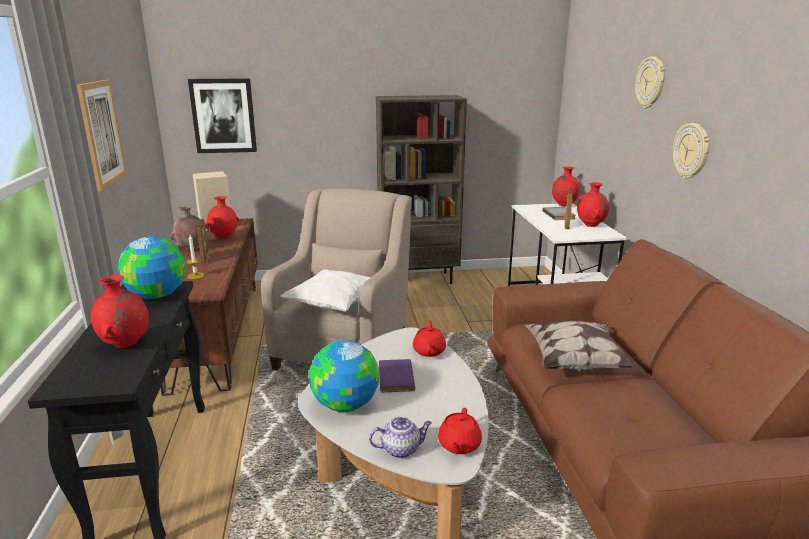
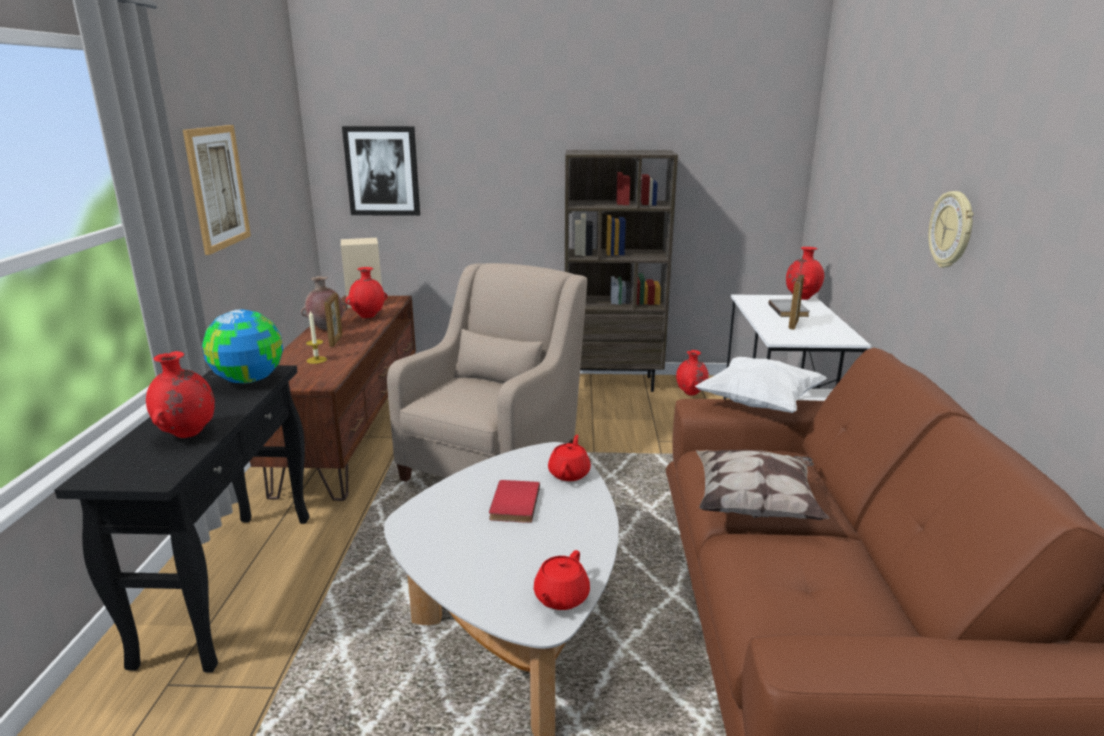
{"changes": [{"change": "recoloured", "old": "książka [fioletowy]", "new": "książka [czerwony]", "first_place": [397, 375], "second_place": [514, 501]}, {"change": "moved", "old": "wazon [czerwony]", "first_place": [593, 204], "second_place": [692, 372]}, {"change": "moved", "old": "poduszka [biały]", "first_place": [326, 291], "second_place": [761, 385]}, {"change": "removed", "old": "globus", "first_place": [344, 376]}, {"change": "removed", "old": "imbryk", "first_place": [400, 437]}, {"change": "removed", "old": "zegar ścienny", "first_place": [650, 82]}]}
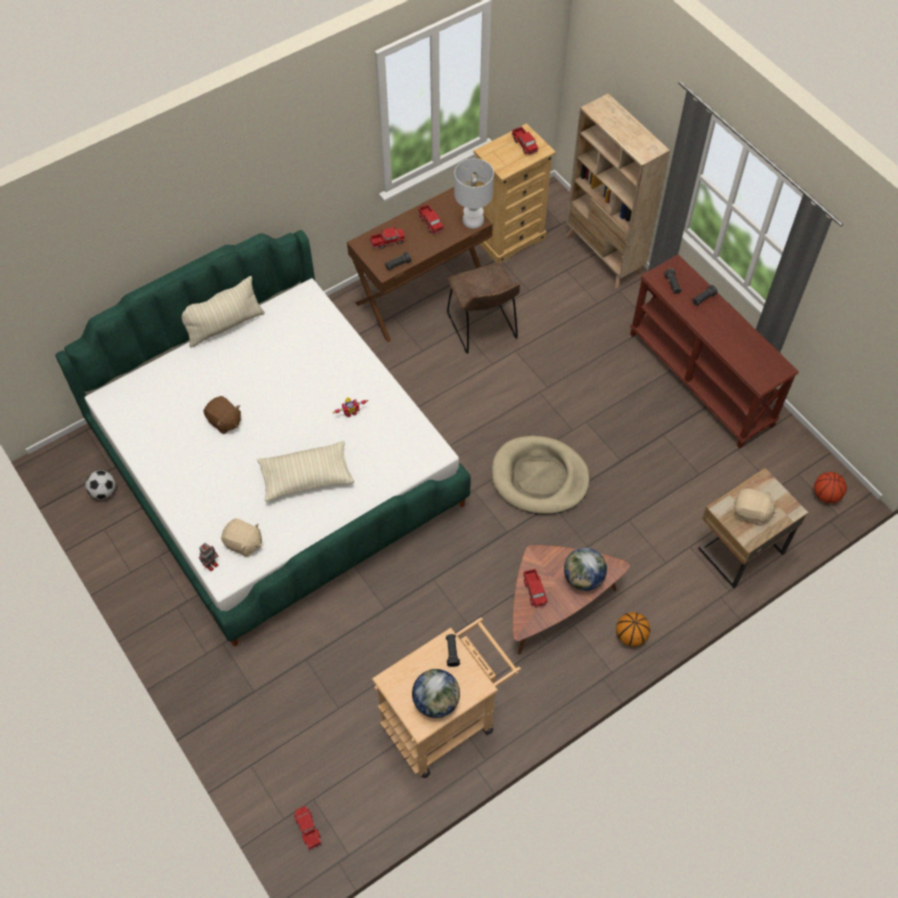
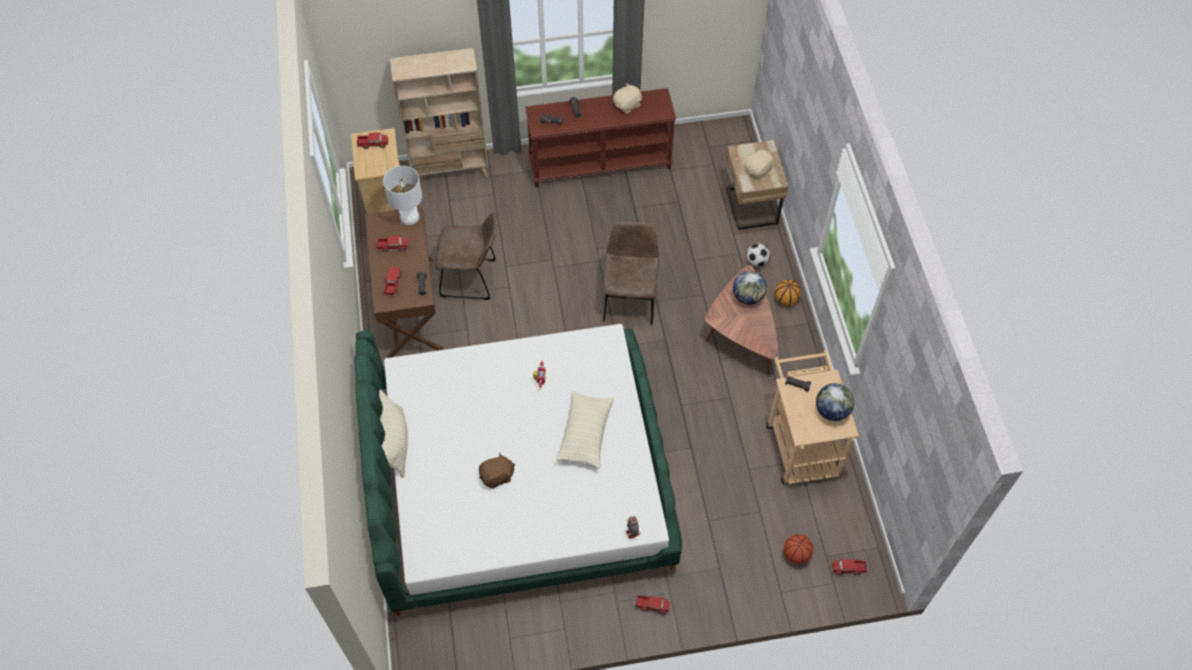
{"changes": [{"change": "replaced", "old": "legowisko [beżowy]", "new": "krzesło [brązowy]", "first_place": [541, 475], "second_place": [631, 273]}, {"change": "moved", "old": "pluszak [beżowy]", "first_place": [241, 538], "second_place": [627, 98]}, {"change": "moved", "old": "ciężarówka zabawkowa", "first_place": [535, 588], "second_place": [652, 604]}, {"change": "moved", "old": "piłka futbolowa", "first_place": [100, 484], "second_place": [758, 255]}, {"change": "moved", "old": "piłka do koszykówki", "first_place": [830, 487], "second_place": [798, 549]}]}
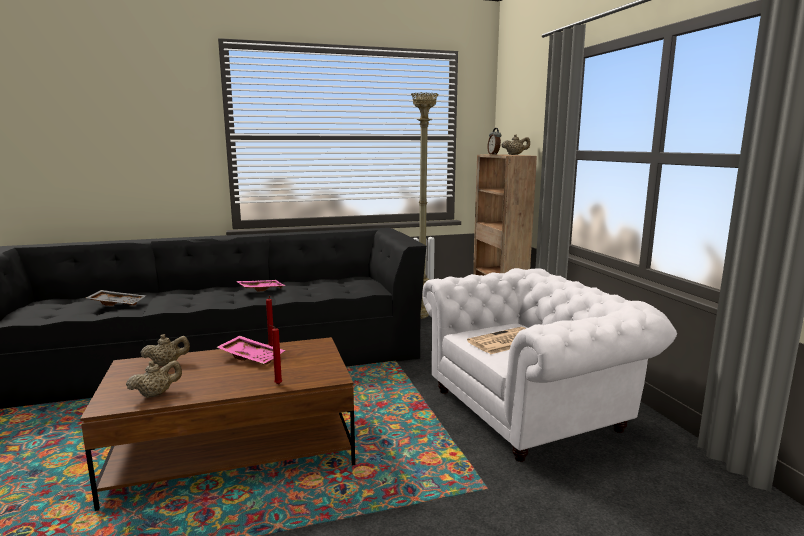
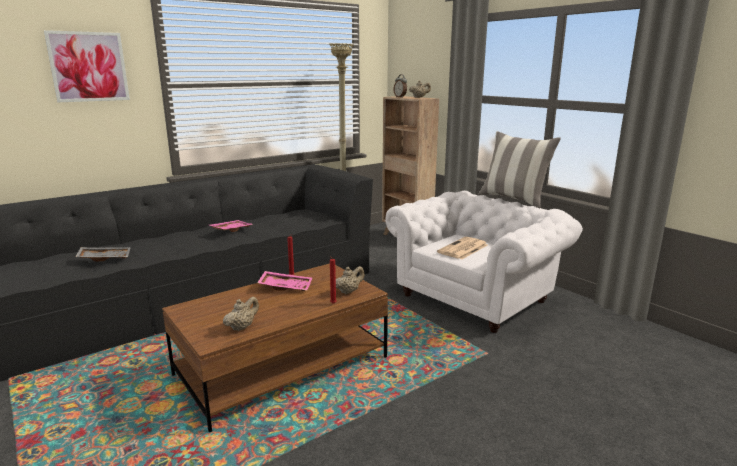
{"changes": [{"change": "added", "new": "obraz", "second_place": [87, 66]}, {"change": "moved", "old": "imbryk [beżowy]", "first_place": [165, 350], "second_place": [350, 280]}, {"change": "added", "new": "poduszka", "second_place": [520, 169]}]}
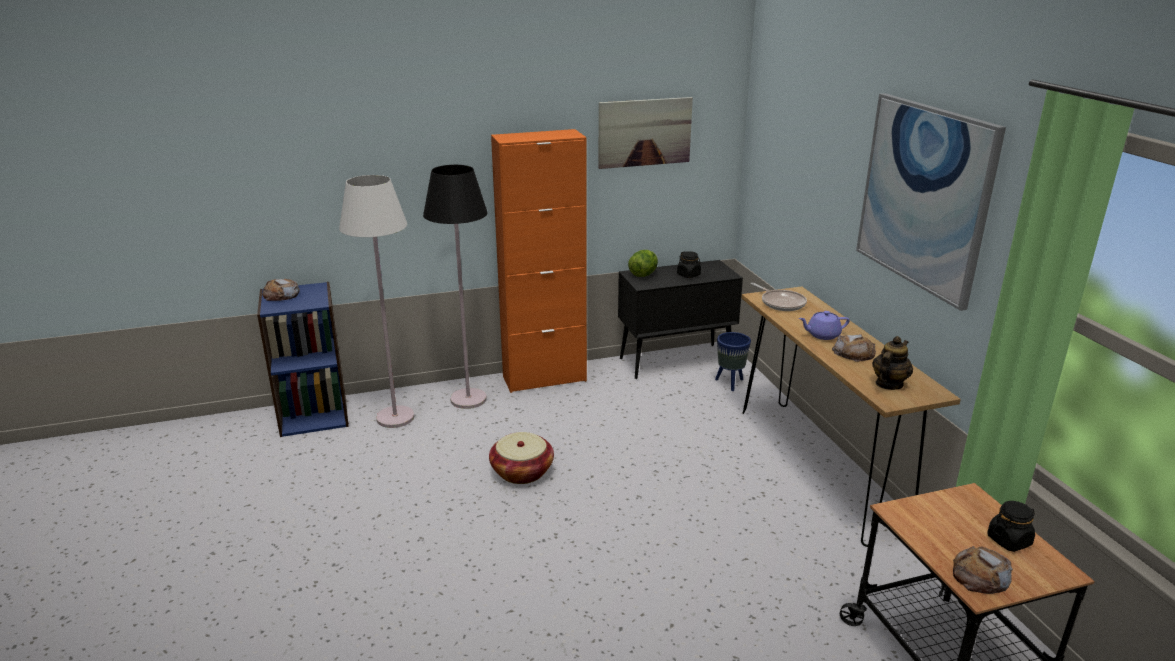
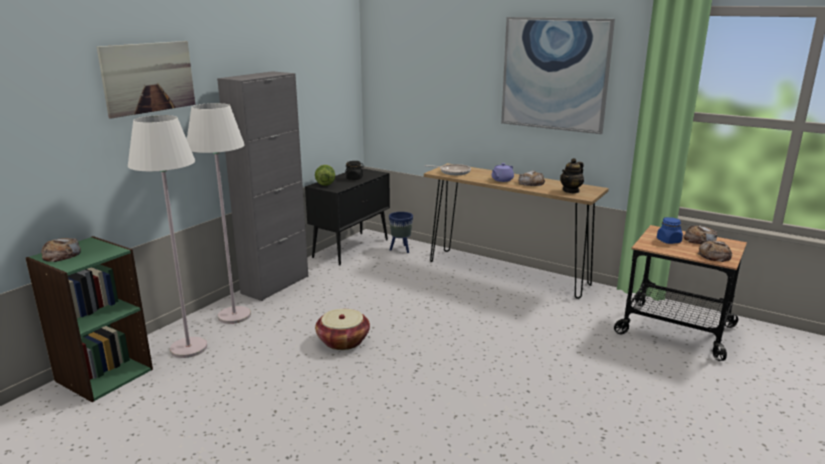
{"changes": [{"change": "recoloured", "old": "regał [niebieski]", "new": "regał [zielony]", "first_place": [303, 359], "second_place": [89, 319]}, {"change": "moved", "old": "obraz", "first_place": [645, 133], "second_place": [146, 79]}, {"change": "recoloured", "old": "lampa stojąca [czarny]", "new": "lampa stojąca [biały]", "first_place": [455, 287], "second_place": [219, 213]}, {"change": "recoloured", "old": "szafka [pomarańczowy]", "new": "szafka [szary]", "first_place": [539, 261], "second_place": [262, 186]}, {"change": "turned", "old": "imbryk", "first_place": [892, 363], "second_place": [572, 176], "degrees": -135}, {"change": "added", "new": "słoik [niebieski]", "second_place": [670, 230]}, {"change": "replaced", "old": "słoik [czarny]", "new": "chleb", "first_place": [1011, 526], "second_place": [700, 235]}]}
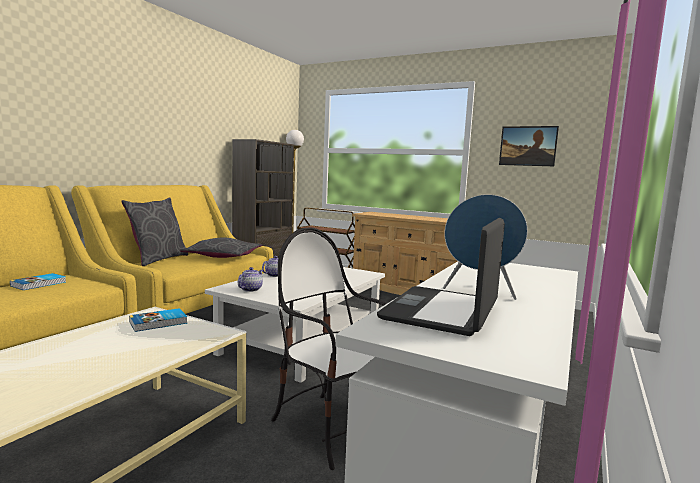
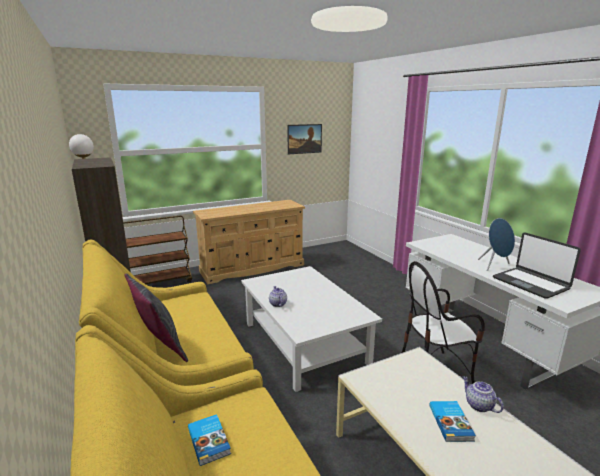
{"changes": [{"change": "moved", "old": "książka", "first_place": [158, 320], "second_place": [453, 421]}, {"change": "moved", "old": "imbryk", "first_place": [250, 279], "second_place": [483, 394]}, {"change": "removed", "old": "poduszka [szary]", "first_place": [221, 247]}]}
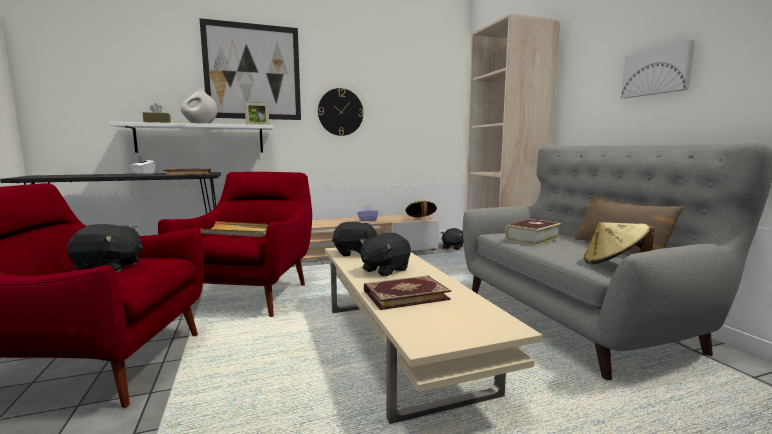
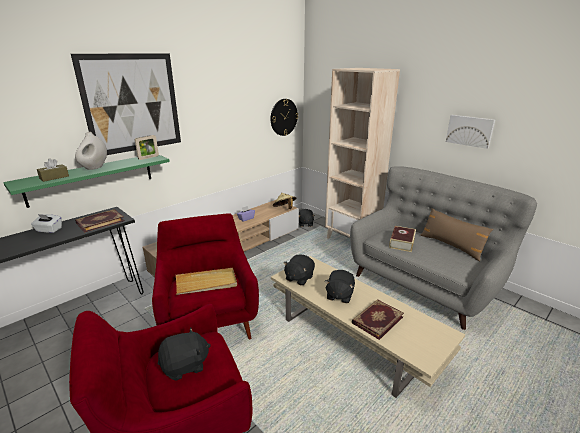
{"changes": [{"change": "recoloured", "old": "półka [biały]", "new": "półka [zielony]", "first_place": [191, 137], "second_place": [86, 181]}, {"change": "moved", "old": "zegar ścienny", "first_place": [340, 112], "second_place": [284, 117]}, {"change": "turned", "old": "pluszak [czarny]", "first_place": [354, 239], "second_place": [299, 270], "degrees": 150}, {"change": "removed", "old": "kapelusz [beżowy]", "first_place": [619, 243]}]}
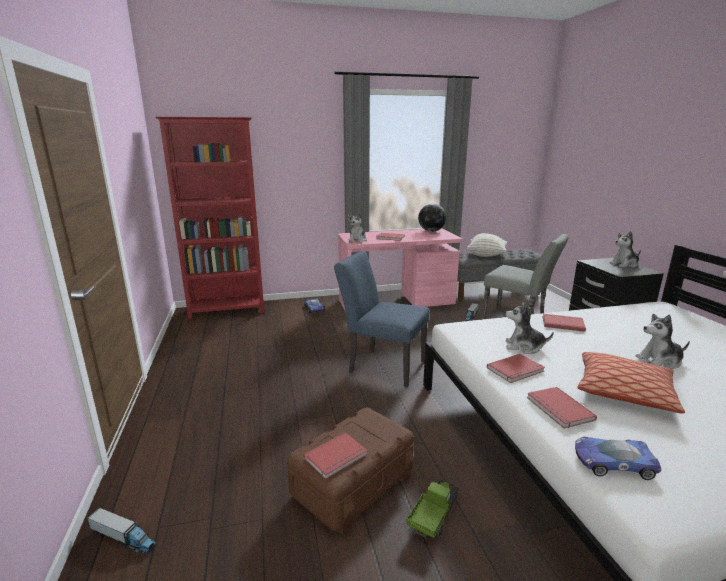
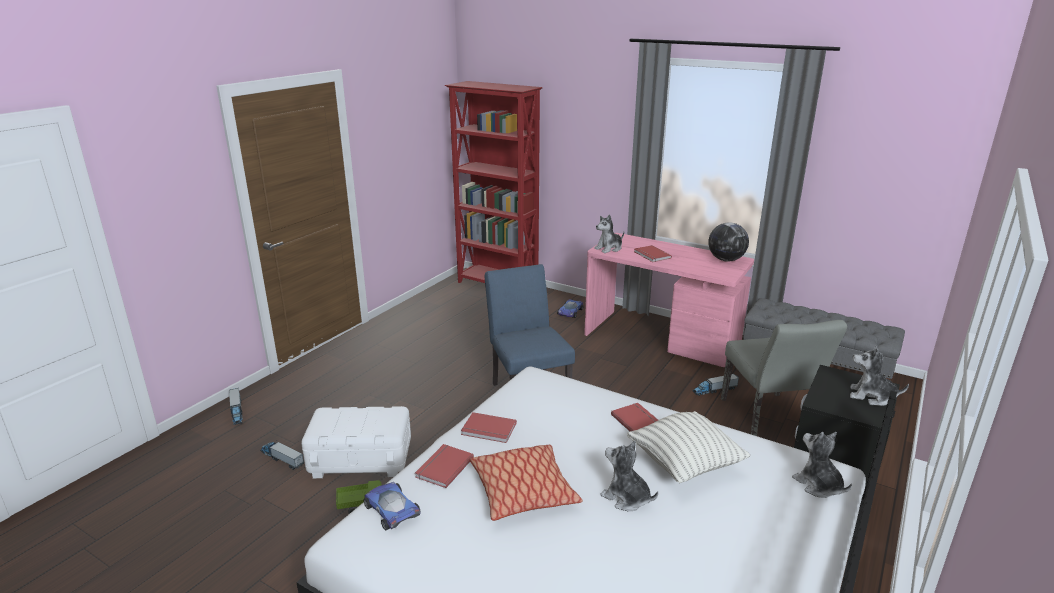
{"changes": [{"change": "added", "new": "ciężarówka zabawkowa", "second_place": [282, 455]}, {"change": "recoloured", "old": "pojemnik do przechowywania [brązowy]", "new": "pojemnik do przechowywania [biały]", "first_place": [350, 471], "second_place": [356, 442]}, {"change": "moved", "old": "poduszka", "first_place": [487, 245], "second_place": [689, 447]}, {"change": "moved", "old": "pluszak", "first_place": [529, 328], "second_place": [822, 465]}, {"change": "removed", "old": "książka [czerwony]", "first_place": [336, 456]}]}
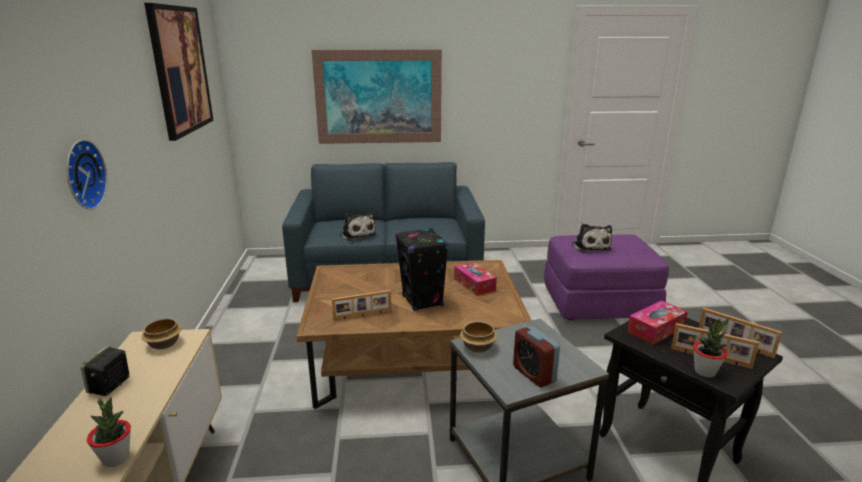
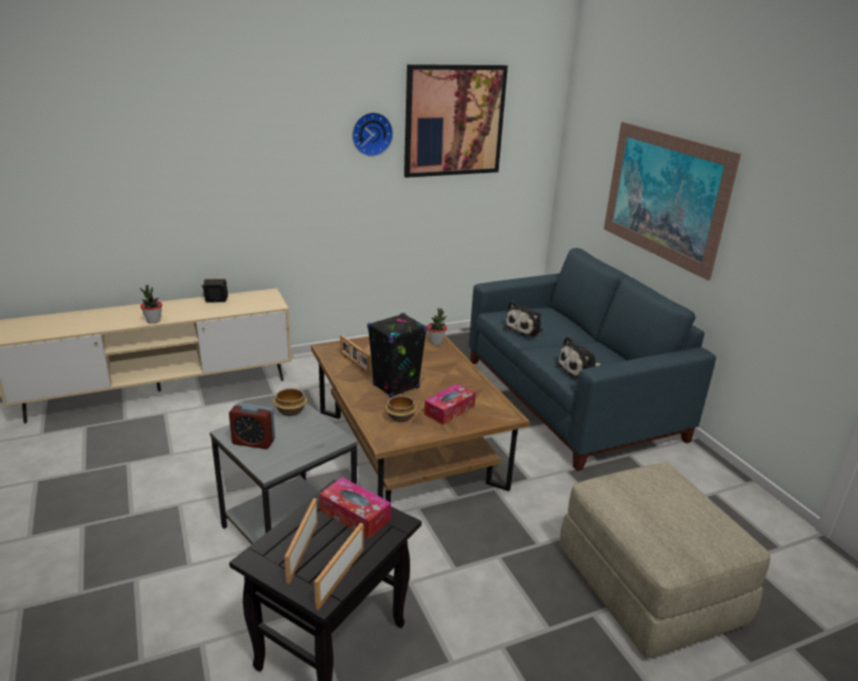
{"changes": [{"change": "turned", "old": "budzik", "first_place": [536, 357], "second_place": [252, 426], "degrees": -120}, {"change": "moved", "old": "zegar ścienny", "first_place": [87, 174], "second_place": [372, 134]}, {"change": "moved", "old": "miska", "first_place": [161, 333], "second_place": [401, 408]}, {"change": "moved", "old": "roślina doniczkowa", "first_place": [711, 348], "second_place": [437, 326]}, {"change": "moved", "old": "pluszak", "first_place": [592, 238], "second_place": [578, 358]}, {"change": "recoloured", "old": "pufa [fioletowy]", "new": "pufa [beżowy]", "first_place": [606, 277], "second_place": [665, 560]}]}
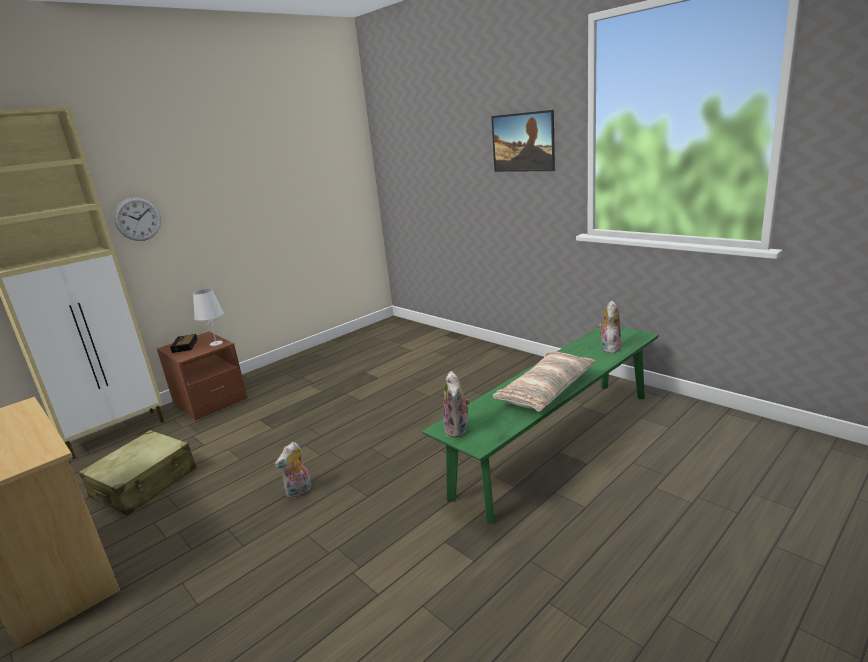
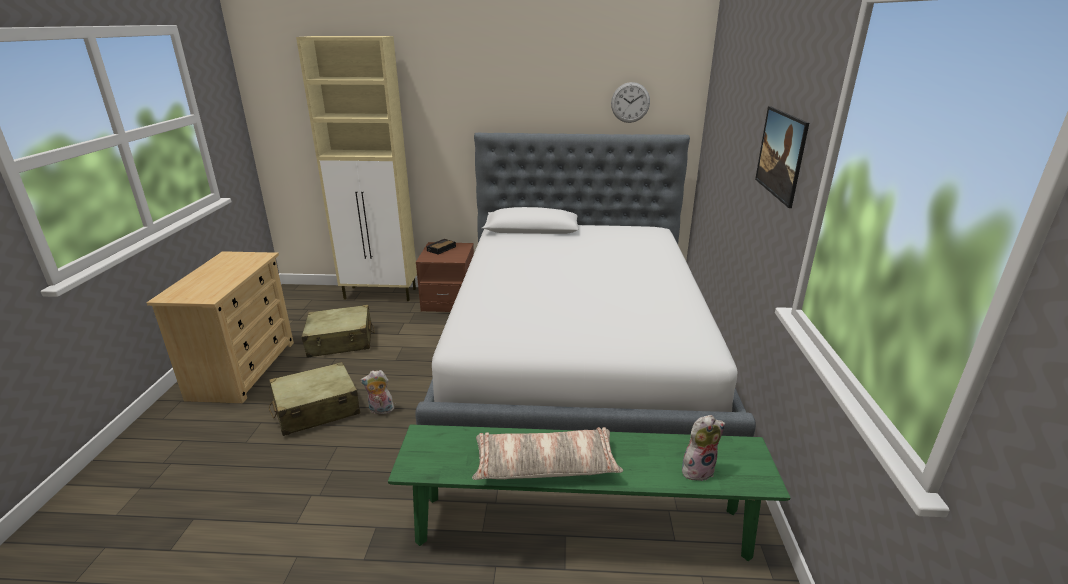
{"changes": [{"change": "added", "new": "walizka [beżowy]", "second_place": [314, 399]}, {"change": "added", "new": "łóżko", "second_place": [585, 284]}, {"change": "moved", "old": "zegar ścienny", "first_place": [137, 219], "second_place": [630, 102]}, {"change": "removed", "old": "lampa stołowa [biały]", "first_place": [208, 317]}, {"change": "removed", "old": "pluszak", "first_place": [456, 404]}]}
